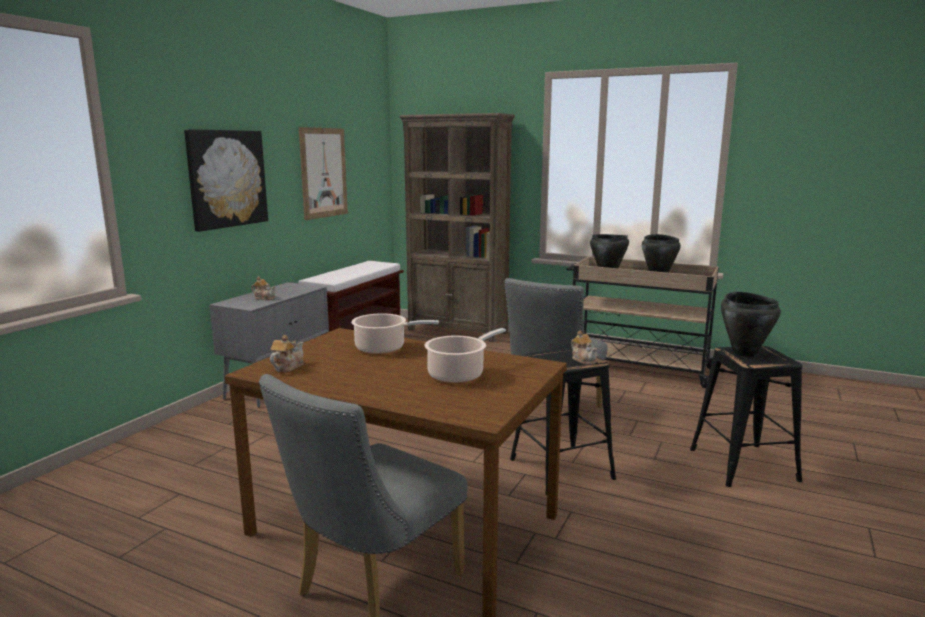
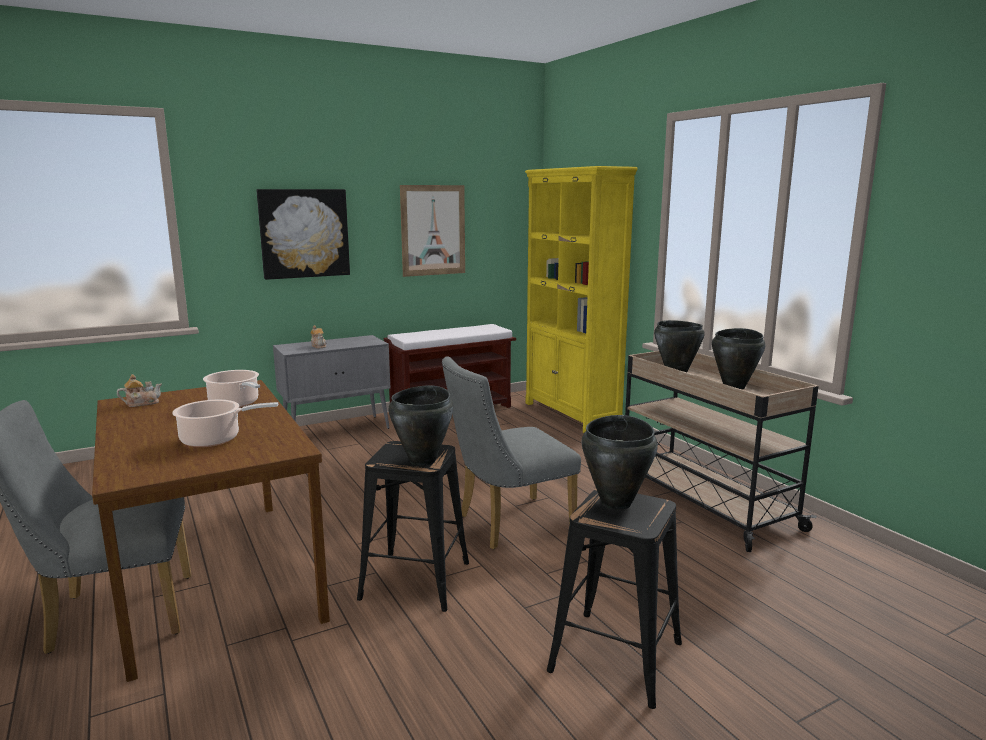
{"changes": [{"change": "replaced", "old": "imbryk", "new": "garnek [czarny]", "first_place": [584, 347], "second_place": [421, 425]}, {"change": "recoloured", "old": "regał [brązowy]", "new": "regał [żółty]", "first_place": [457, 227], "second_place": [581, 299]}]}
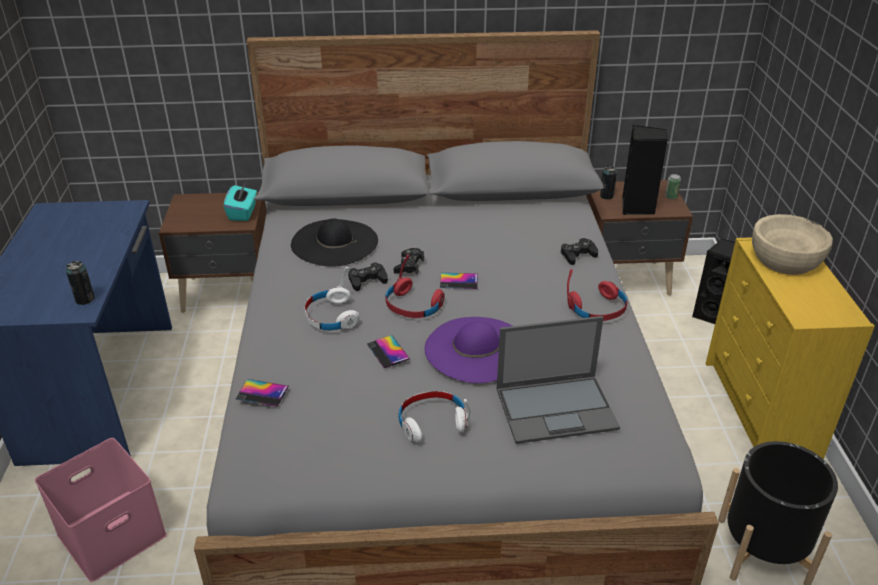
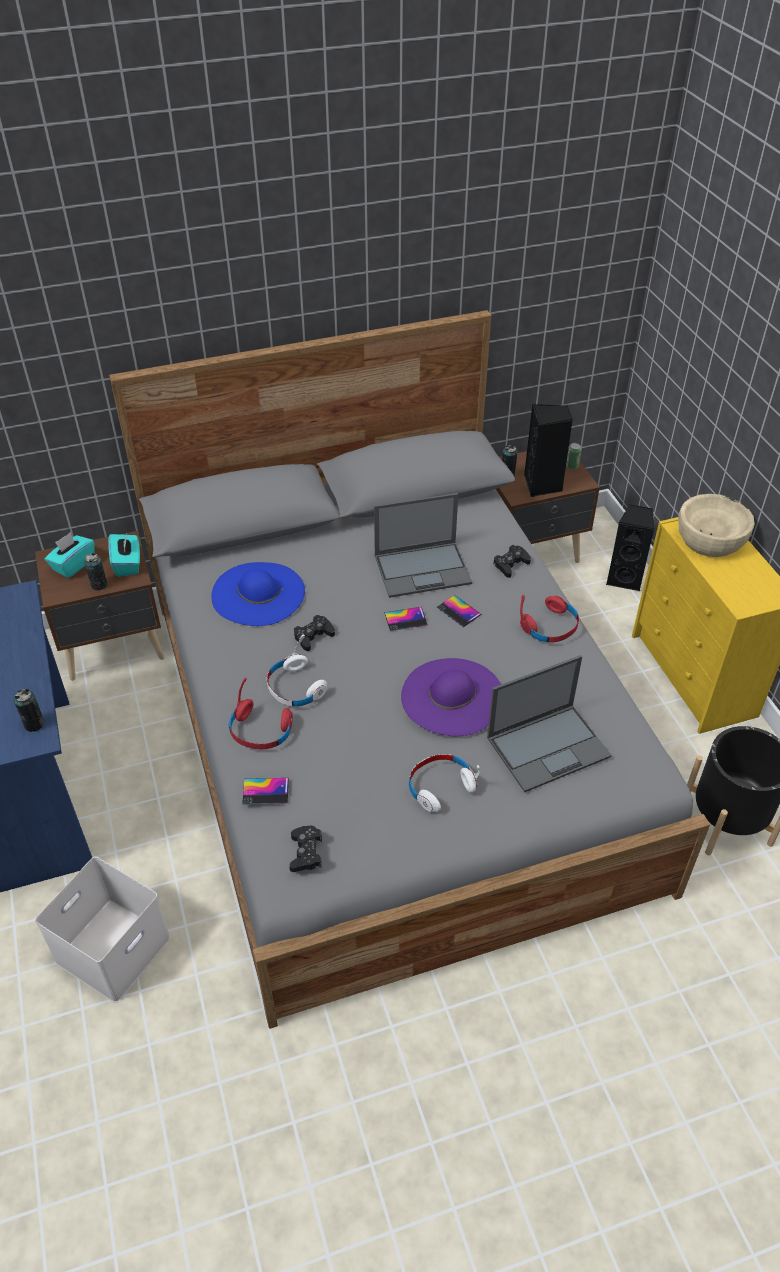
{"changes": [{"change": "recoloured", "old": "pojemnik do przechowywania [różowy]", "new": "pojemnik do przechowywania [biały]", "first_place": [101, 510], "second_place": [103, 930]}, {"change": "added", "new": "pudełko chusteczek [turkusowy]", "second_place": [70, 555]}, {"change": "added", "new": "puszka", "second_place": [95, 572]}, {"change": "recoloured", "old": "kapelusz [czarny]", "new": "kapelusz [niebieski]", "first_place": [334, 243], "second_place": [258, 594]}, {"change": "moved", "old": "słuchawki [czerwony]", "first_place": [415, 286], "second_place": [261, 713]}, {"change": "moved", "old": "pad do gier [czarny]", "first_place": [409, 261], "second_place": [305, 849]}, {"change": "added", "new": "laptop", "second_place": [423, 545]}, {"change": "moved", "old": "telefon", "first_place": [388, 351], "second_place": [459, 611]}]}
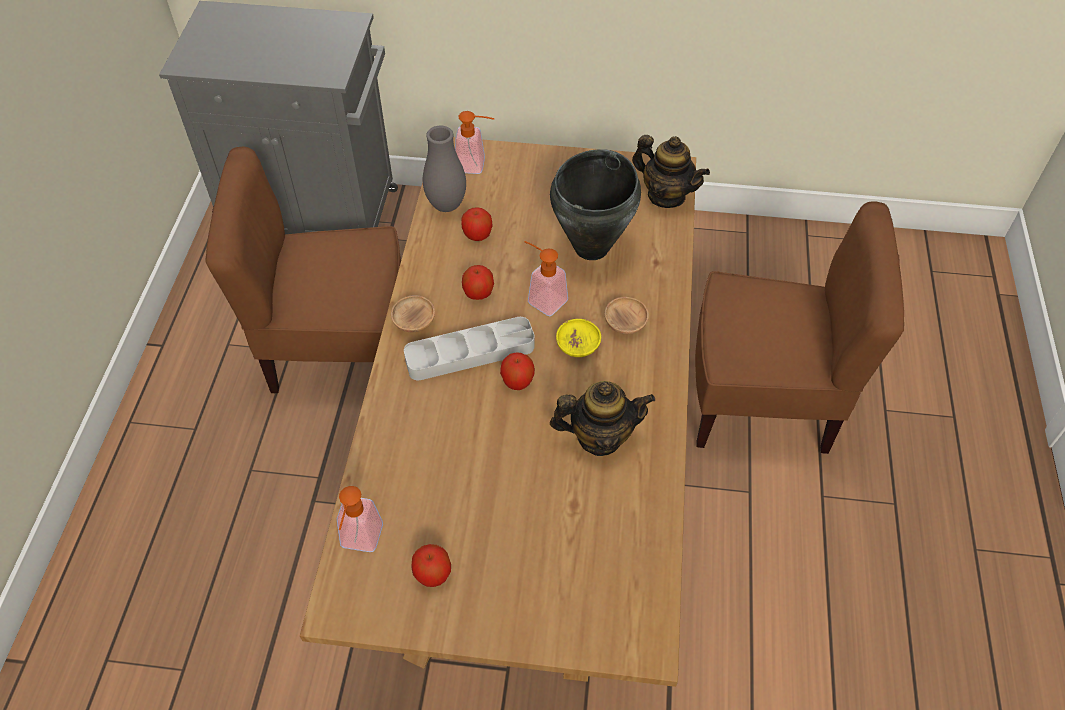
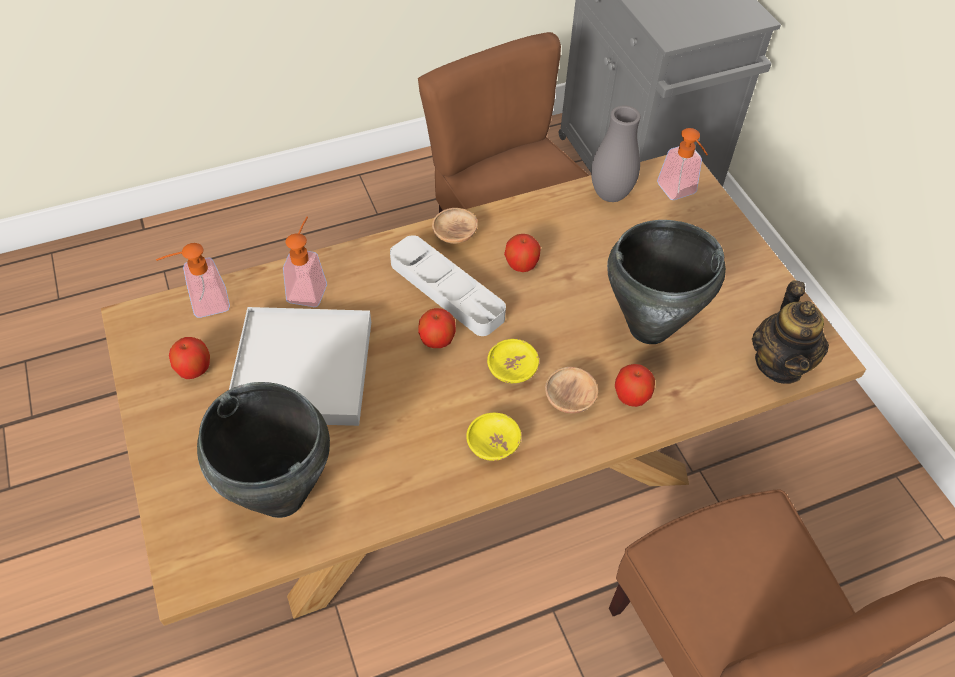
{"changes": [{"change": "added", "new": "garnek [czarny]", "second_place": [263, 450]}, {"change": "added", "new": "taca [biały]", "second_place": [300, 366]}, {"change": "moved", "old": "dozownik mydła", "first_place": [546, 278], "second_place": [305, 262]}, {"change": "added", "new": "miska [żółty]", "second_place": [493, 437]}, {"change": "moved", "old": "jabłko", "first_place": [477, 224], "second_place": [635, 385]}, {"change": "removed", "old": "imbryk", "first_place": [602, 418]}]}
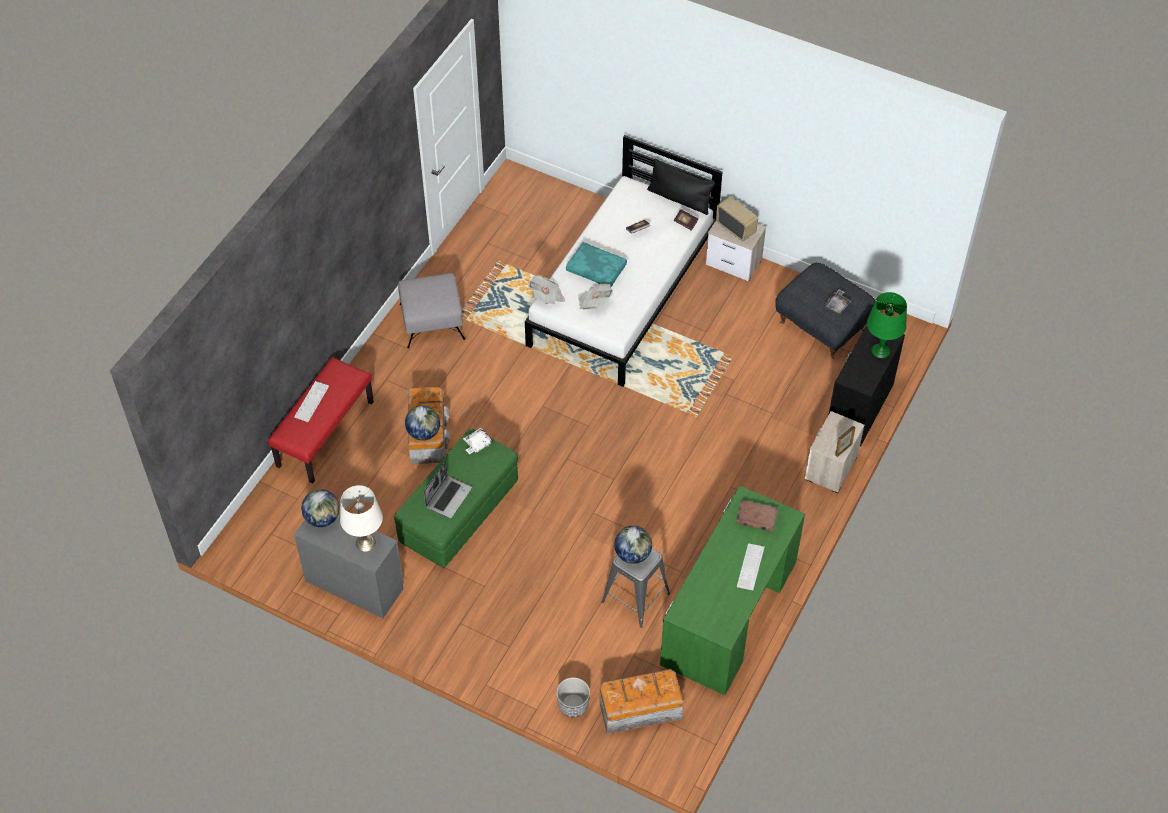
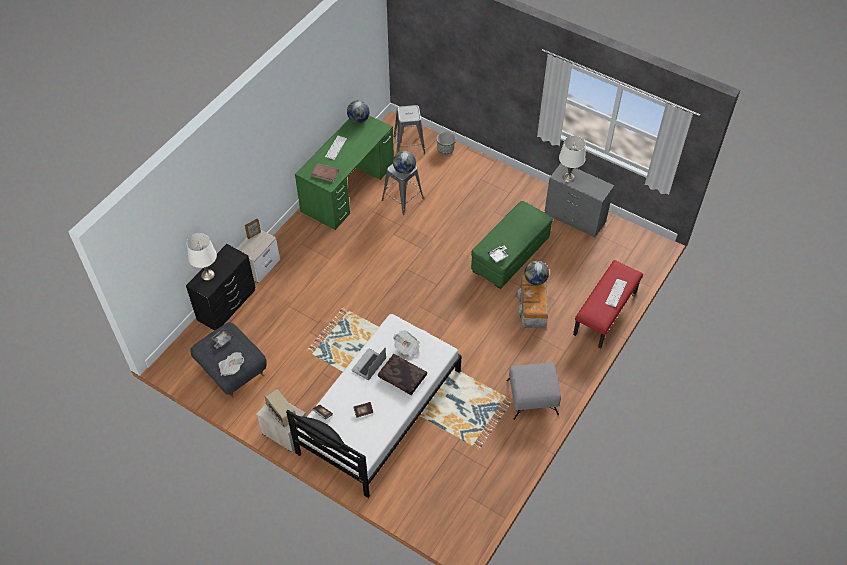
{"changes": [{"change": "recoloured", "old": "lampa stołowa [zielony]", "new": "lampa stołowa [biały]", "first_place": [887, 325], "second_place": [202, 256]}, {"change": "moved", "old": "gazeta", "first_place": [546, 289], "second_place": [231, 364]}, {"change": "moved", "old": "globus", "first_place": [320, 508], "second_place": [358, 111]}, {"change": "moved", "old": "laptop", "first_place": [448, 489], "second_place": [369, 363]}, {"change": "recoloured", "old": "poduszka [turkusowy]", "new": "poduszka [brązowy]", "first_place": [596, 265], "second_place": [402, 374]}, {"change": "replaced", "old": "pojemnik do przechowywania", "new": "stołek [szary]", "first_place": [642, 701], "second_place": [409, 129]}]}
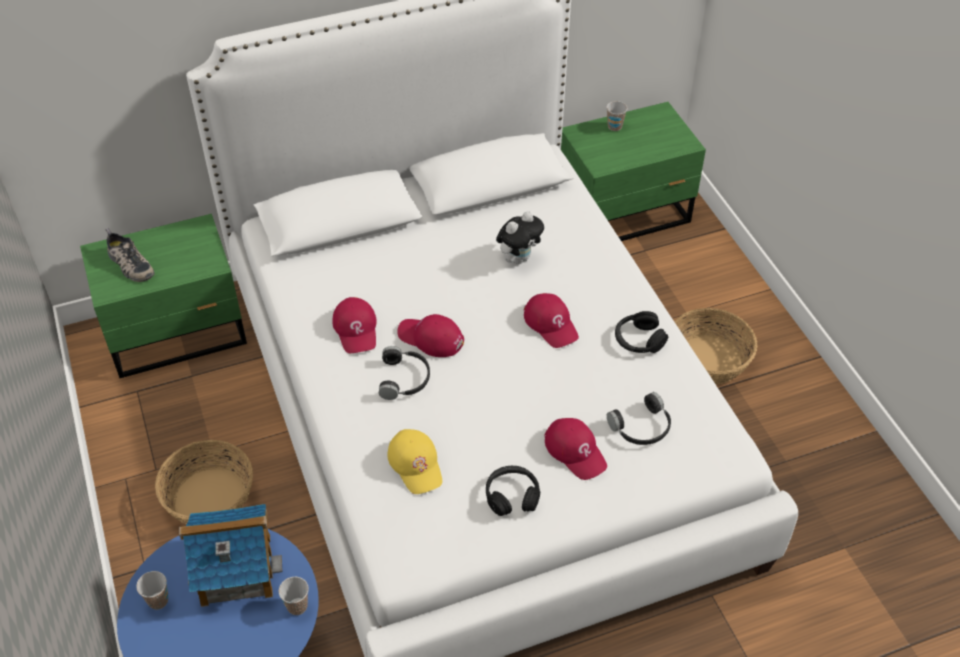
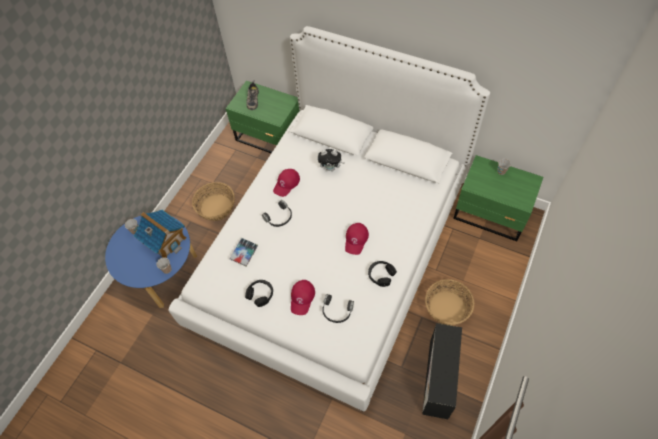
{"changes": [{"change": "replaced", "old": "czapka z daszkiem [żółty]", "new": "książka", "first_place": [415, 461], "second_place": [244, 252]}, {"change": "moved", "old": "pluszak", "first_place": [520, 237], "second_place": [331, 160]}, {"change": "added", "new": "pojemnik do przechowywania [czarny]", "second_place": [442, 371]}, {"change": "removed", "old": "czapka z daszkiem [czerwony]", "first_place": [430, 335]}]}
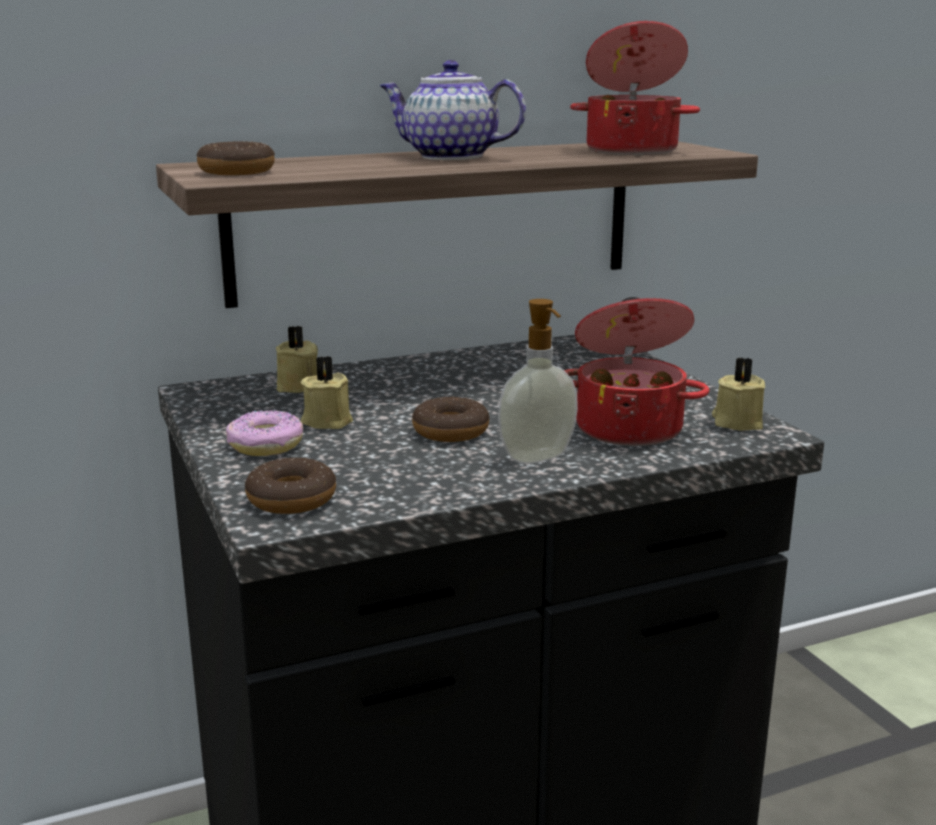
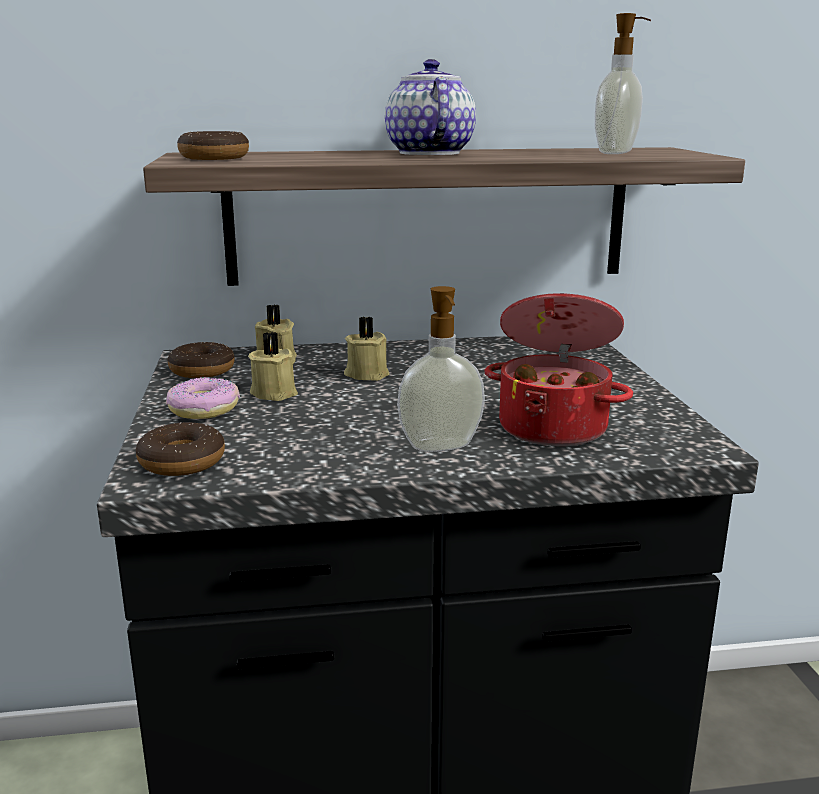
{"changes": [{"change": "moved", "old": "donut", "first_place": [450, 419], "second_place": [201, 360]}, {"change": "moved", "old": "świeca [beżowy]", "first_place": [738, 394], "second_place": [367, 348]}, {"change": "turned", "old": "imbryk", "first_place": [453, 110], "second_place": [430, 107], "degrees": 45}, {"change": "replaced", "old": "garnek", "new": "dozownik mydła", "first_place": [635, 88], "second_place": [623, 83]}]}
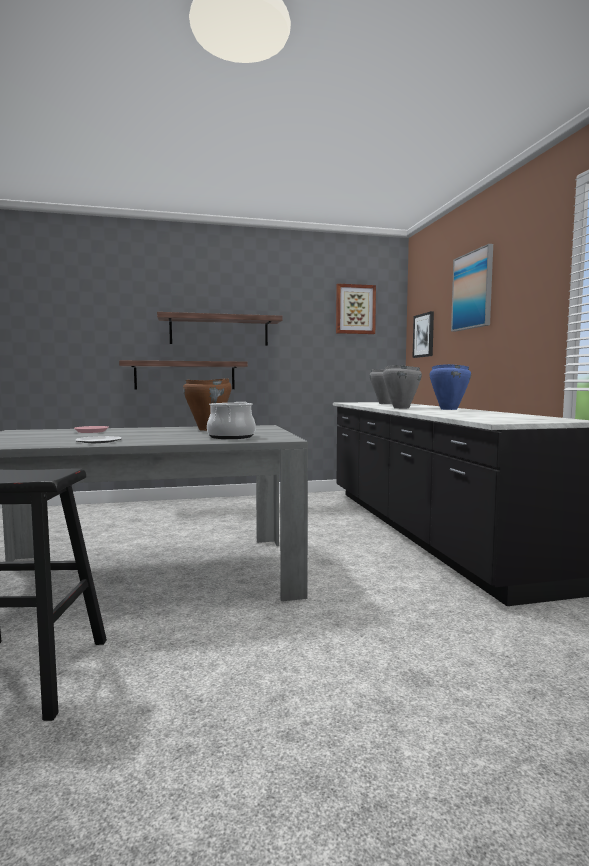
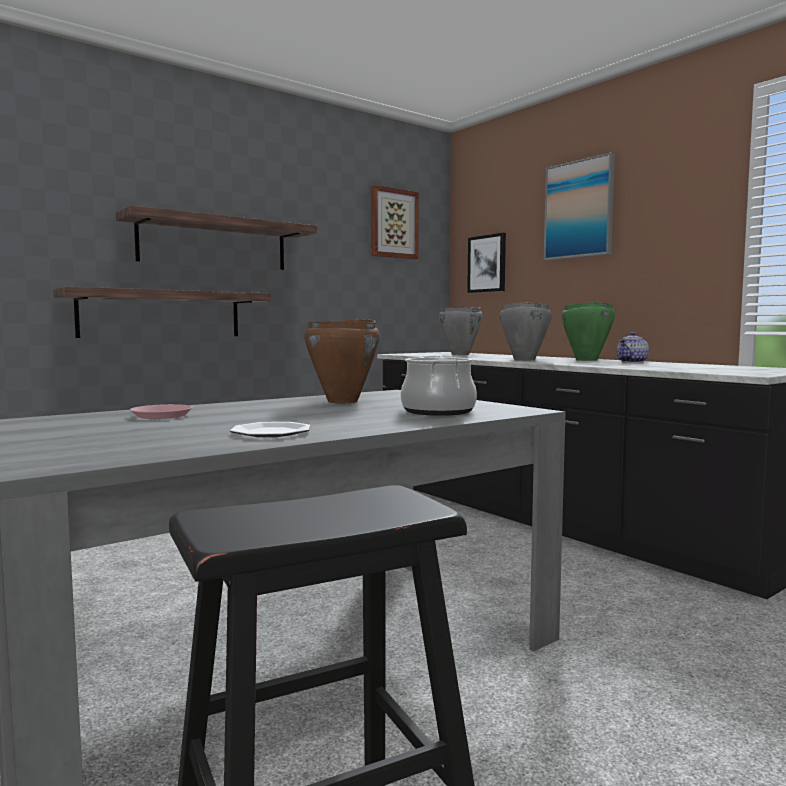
{"changes": [{"change": "recoloured", "old": "garnek [niebieski]", "new": "garnek [zielony]", "first_place": [450, 387], "second_place": [588, 331]}, {"change": "added", "new": "imbryk", "second_place": [633, 347]}]}
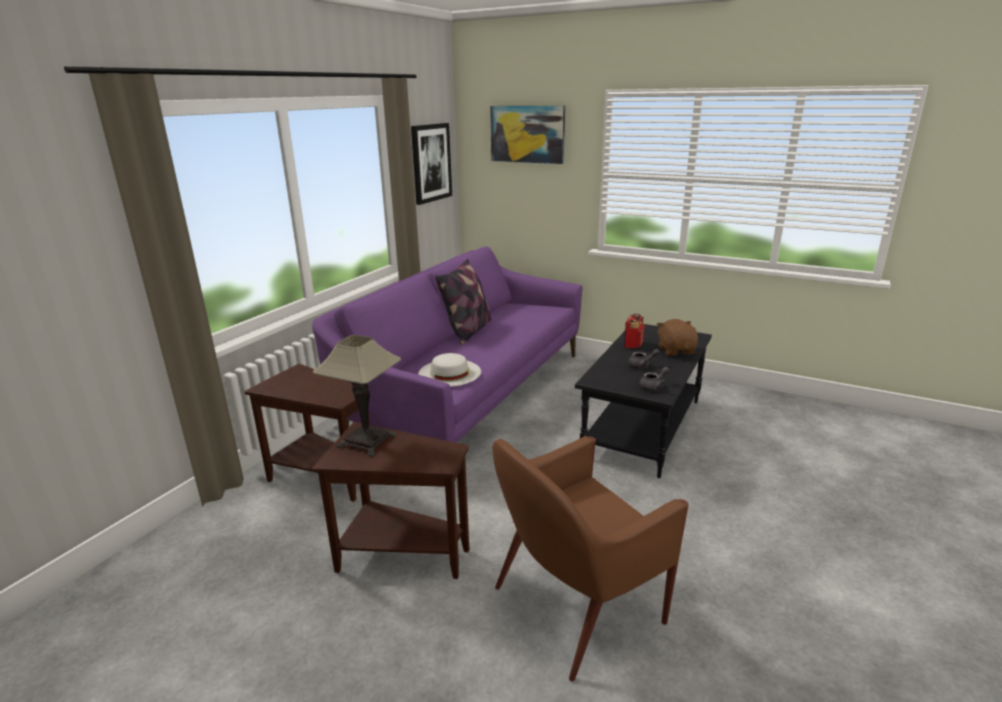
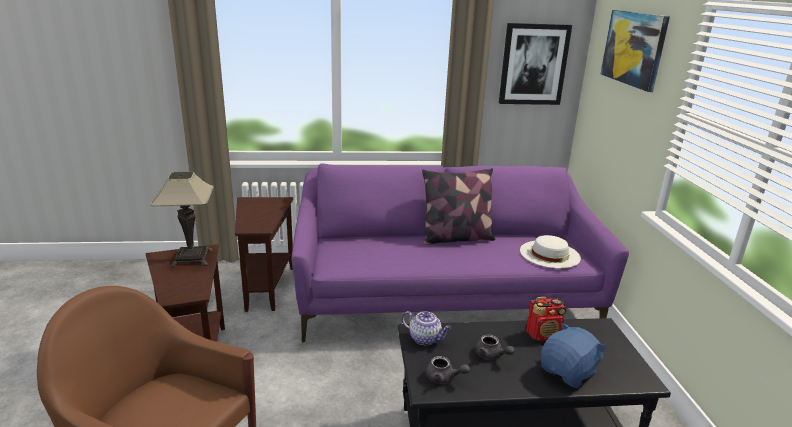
{"changes": [{"change": "added", "new": "imbryk", "second_place": [426, 328]}, {"change": "moved", "old": "kapelusz [biały]", "first_place": [449, 370], "second_place": [550, 251]}, {"change": "recoloured", "old": "pluszak [brązowy]", "new": "pluszak [niebieski]", "first_place": [677, 337], "second_place": [574, 356]}]}
